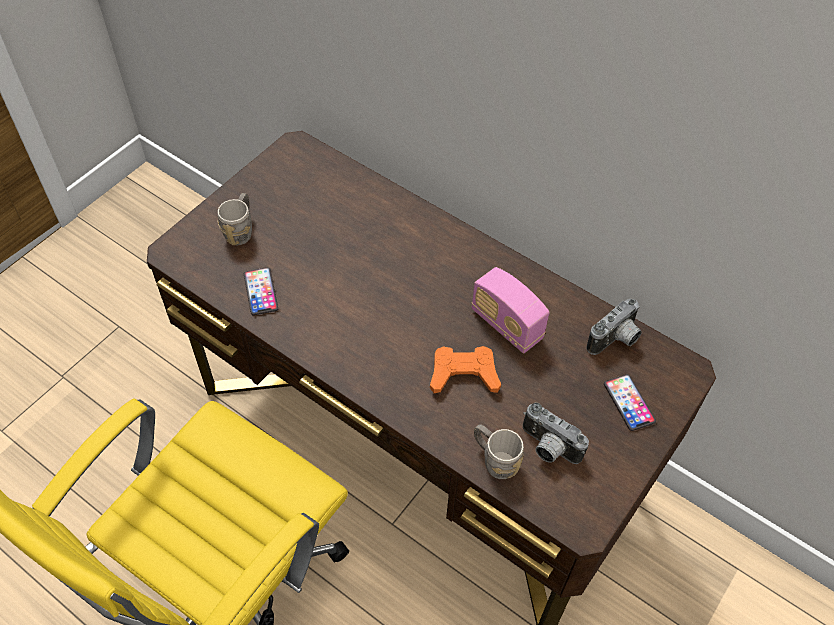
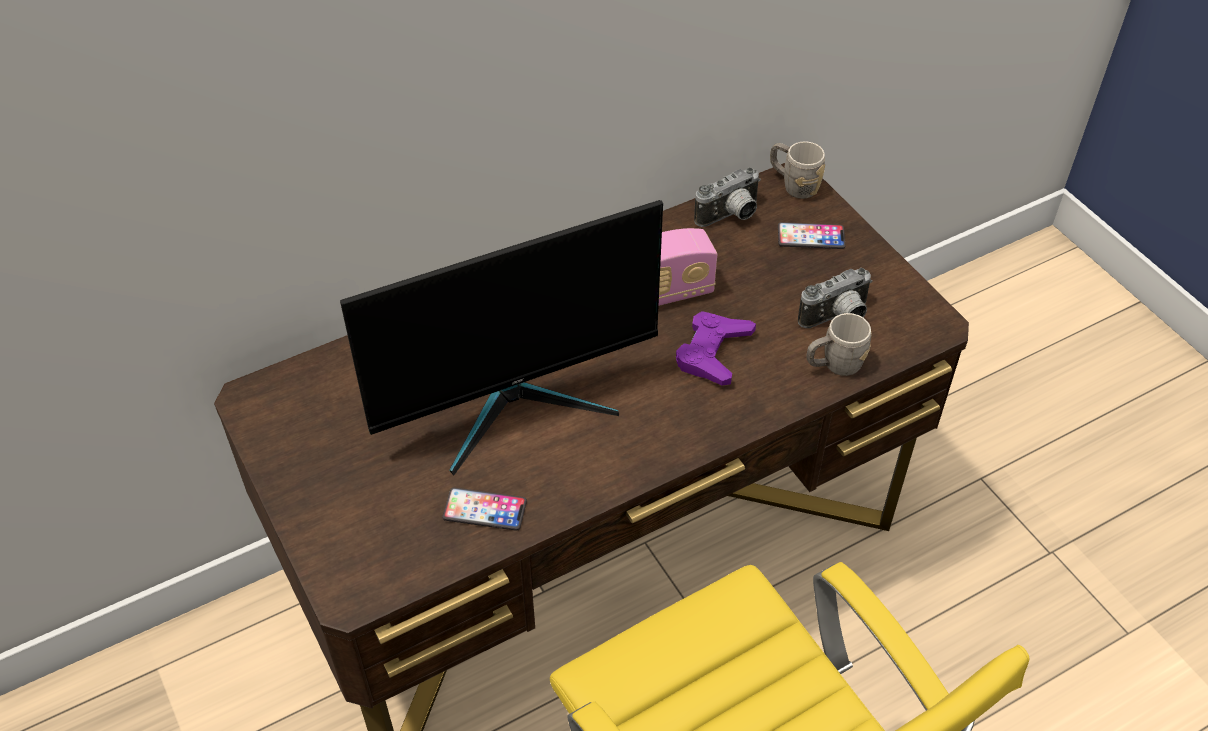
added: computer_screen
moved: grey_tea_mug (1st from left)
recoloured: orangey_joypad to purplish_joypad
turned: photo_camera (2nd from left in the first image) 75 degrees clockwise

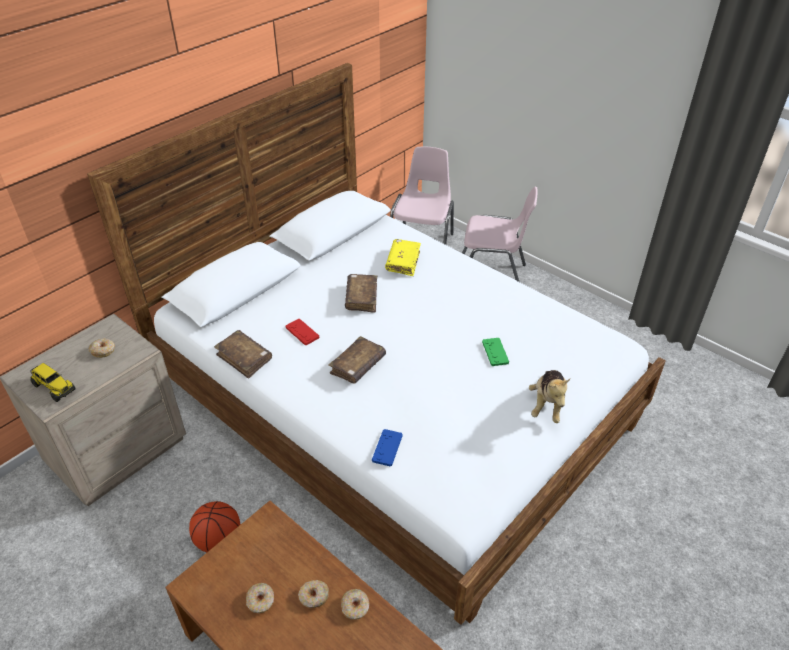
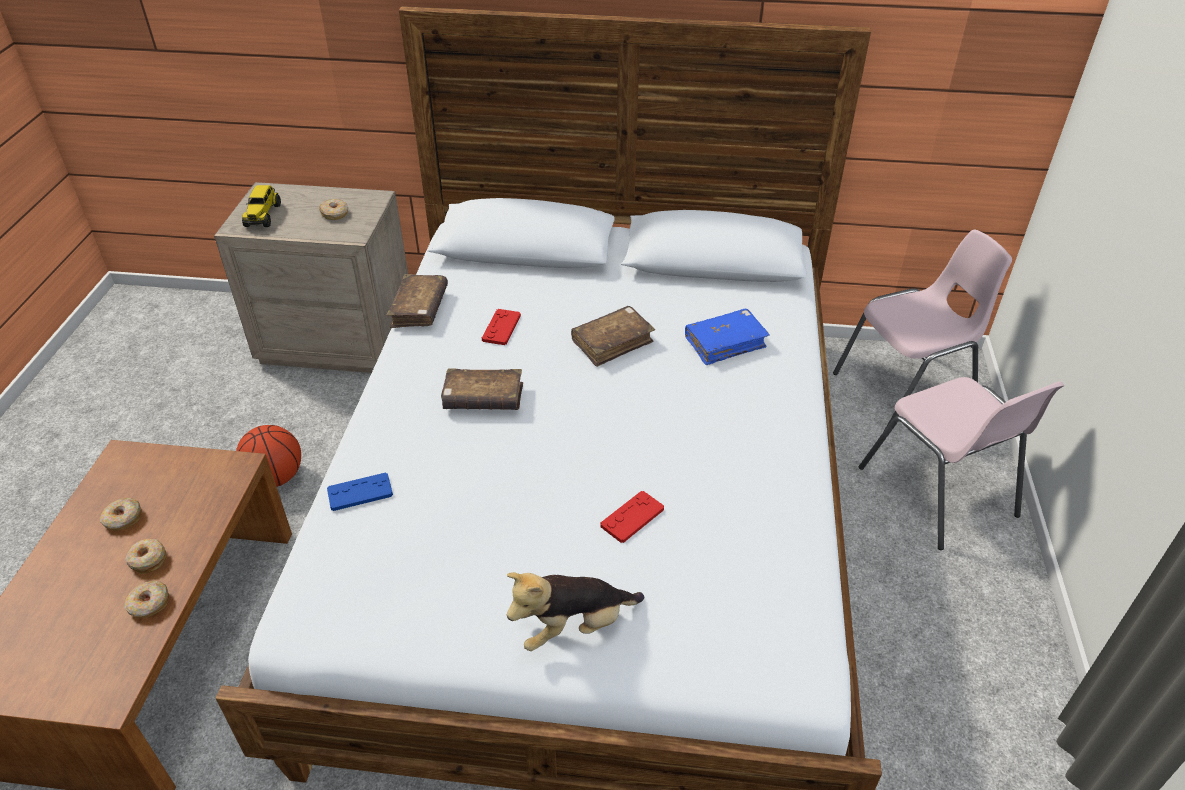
recoloured: yellow-coloured_volume to bluish_volume; green-coloured_joypad to red_joypad (2nd from left)

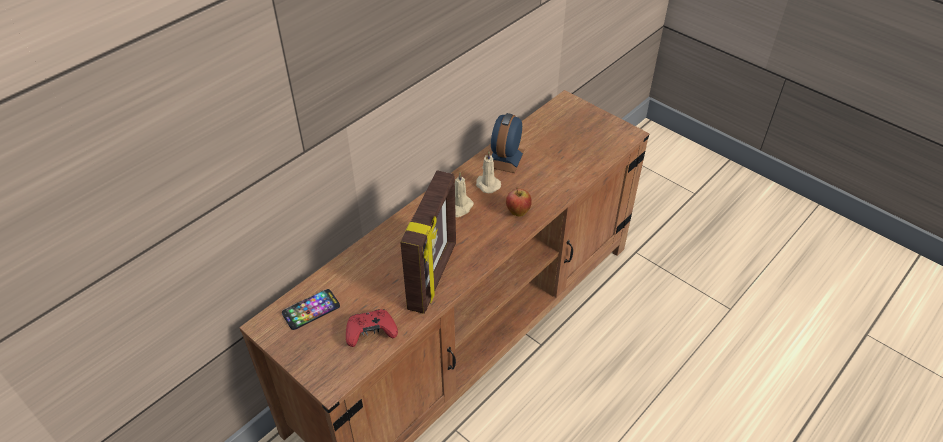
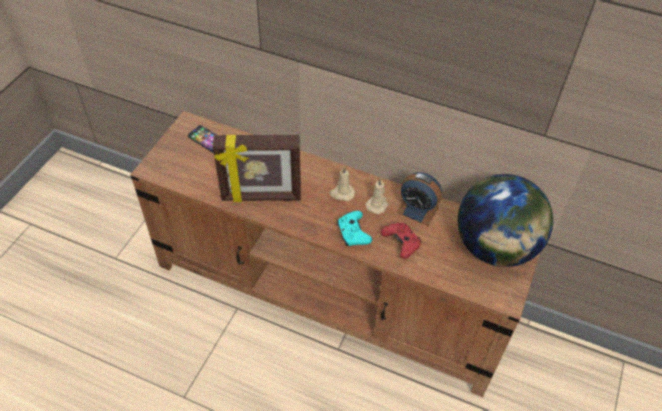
added: desk_globe
moved: red_joypad
replaced: apple_fruit to blue-green_joypad
turned: bedside_clock 150 degrees counterclockwise

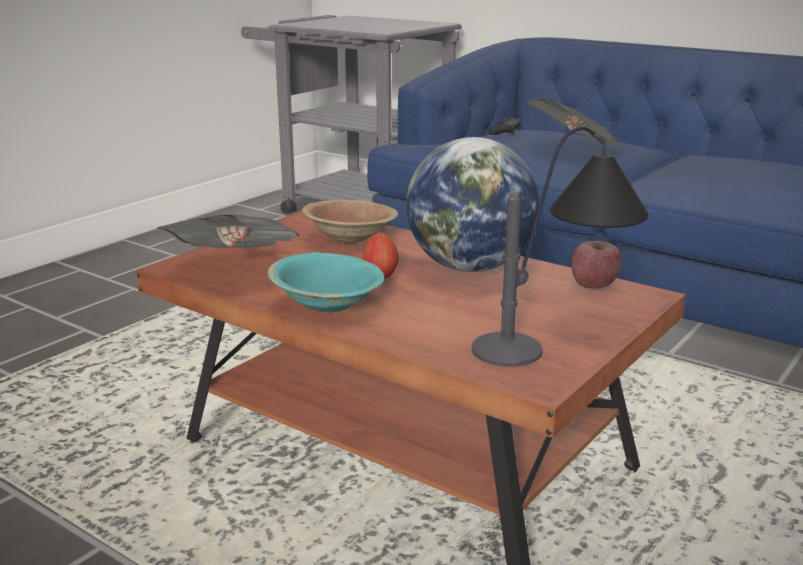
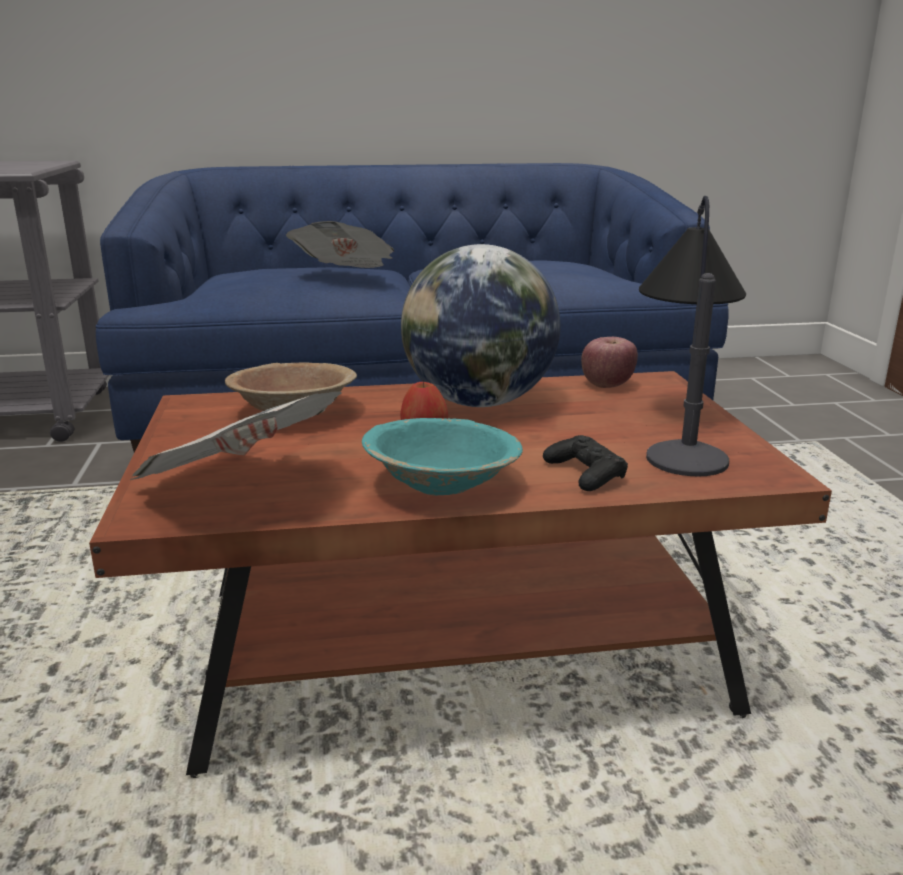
moved: black_joypad

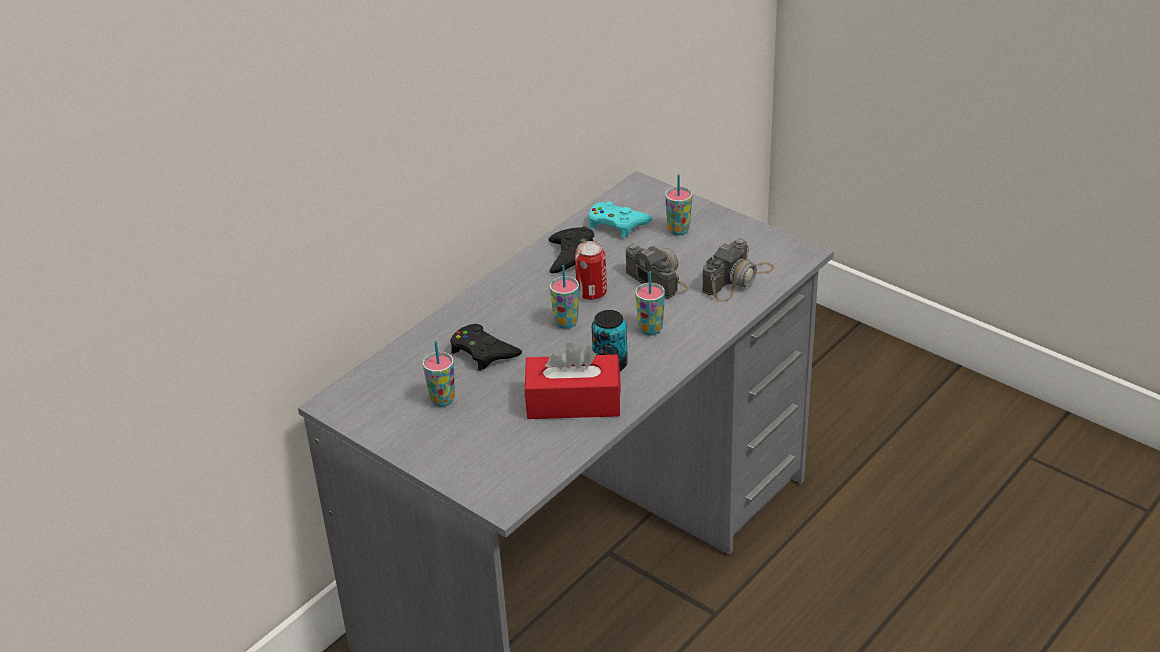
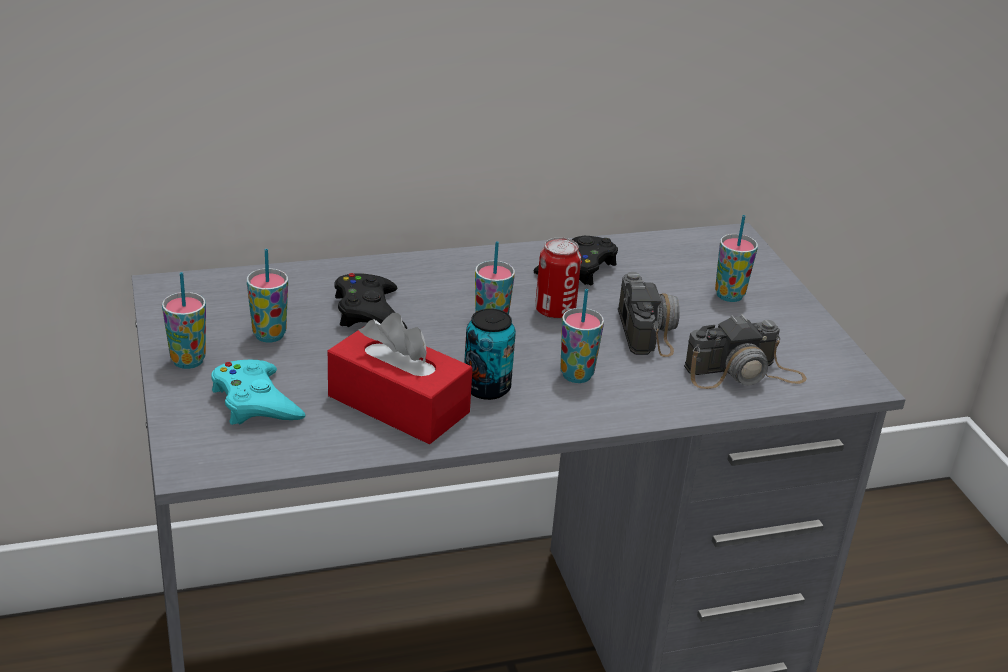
added: cup (1st from left)
moved: blue-green_joypad

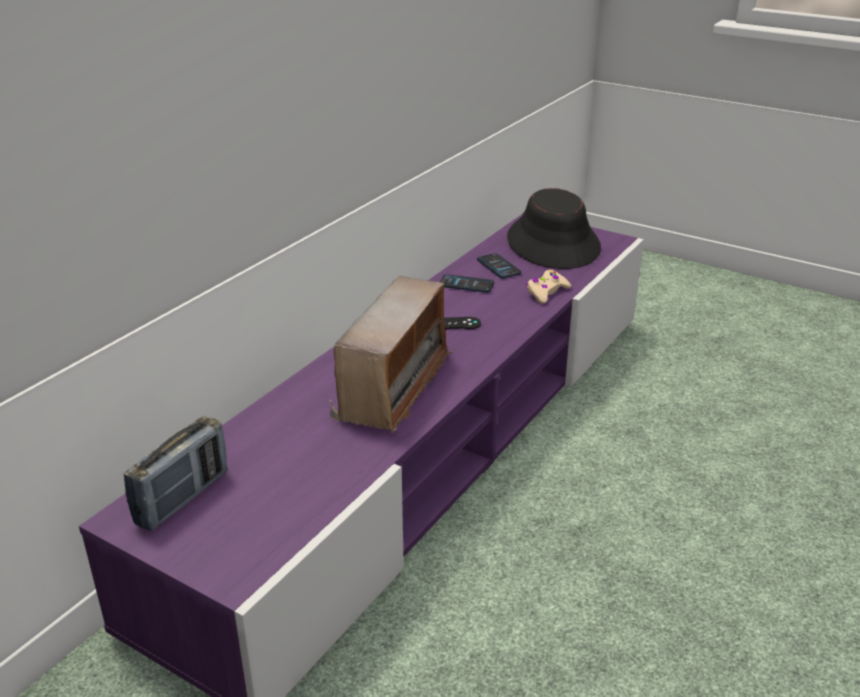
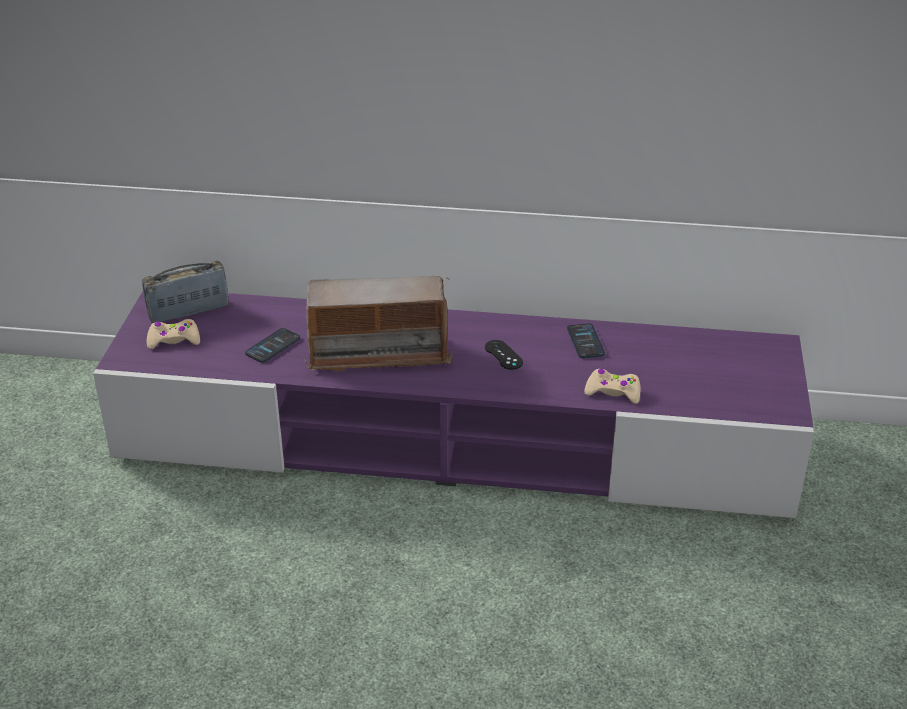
removed: black_clothing_hat
added: beige-coloured_joypad (1st from left)
moved: phone (2nd from left in the first image) to phone (1st from left)
turned: radio_set (1st from left) 150 degrees clockwise

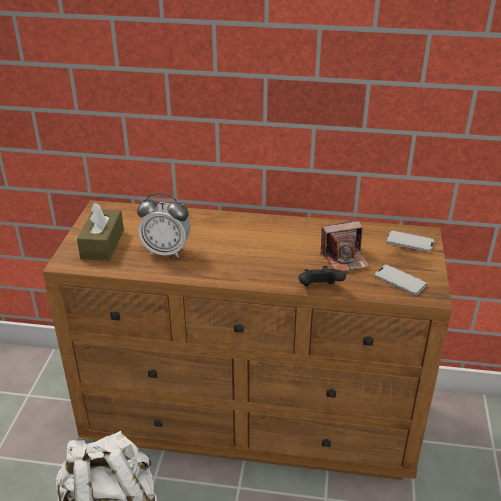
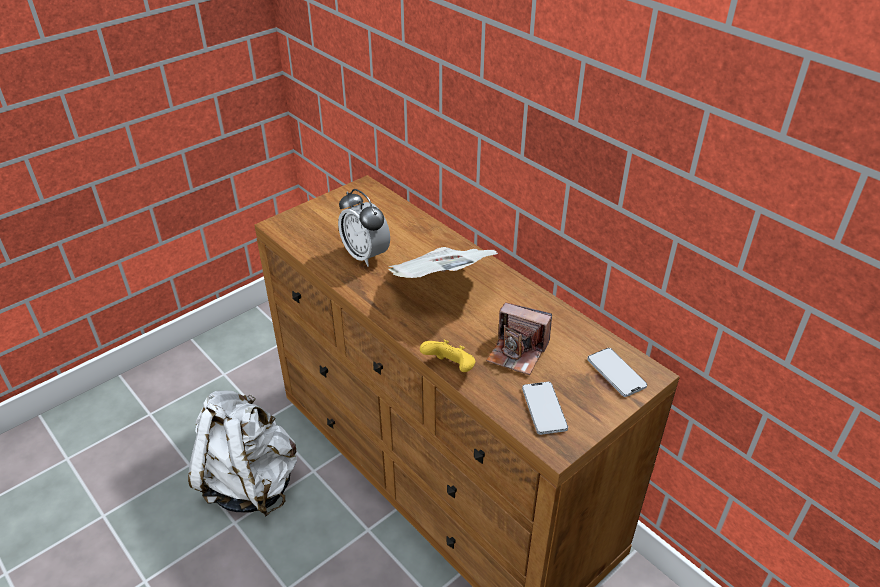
removed: brown-coloured_tissue_box
added: daily_paper
recoloured: black_joypad to yellow-coloured_joypad

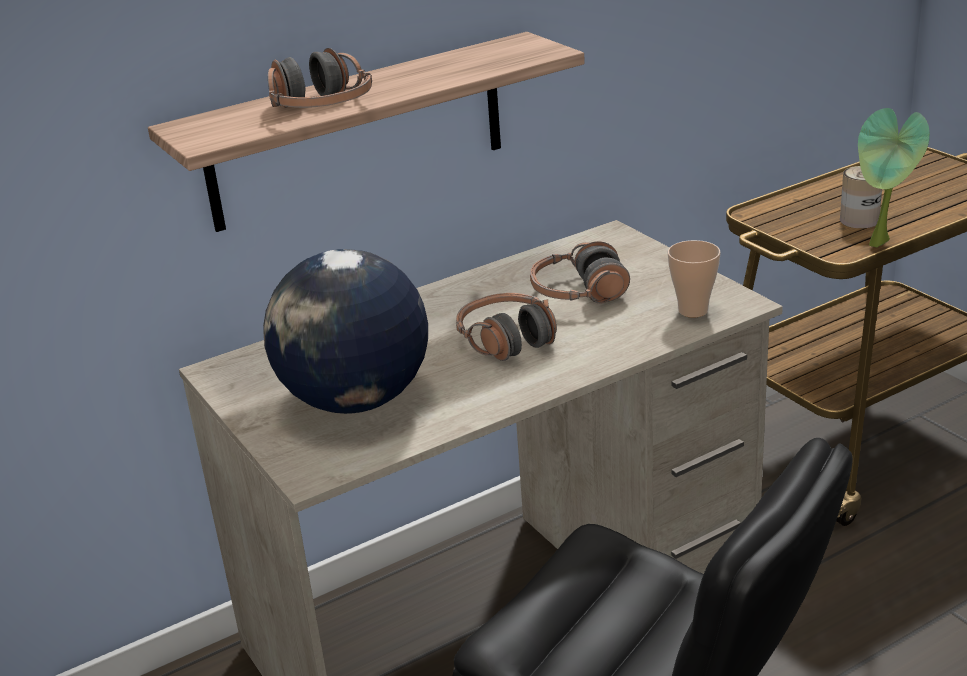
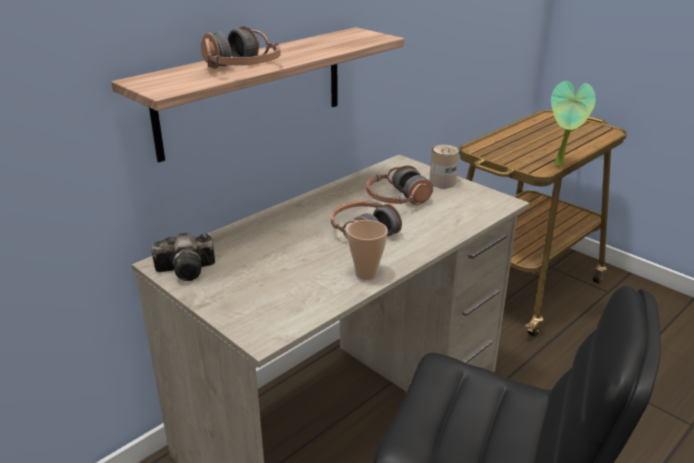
removed: desk_globe
added: photo_camera
moved: metal_can; cup

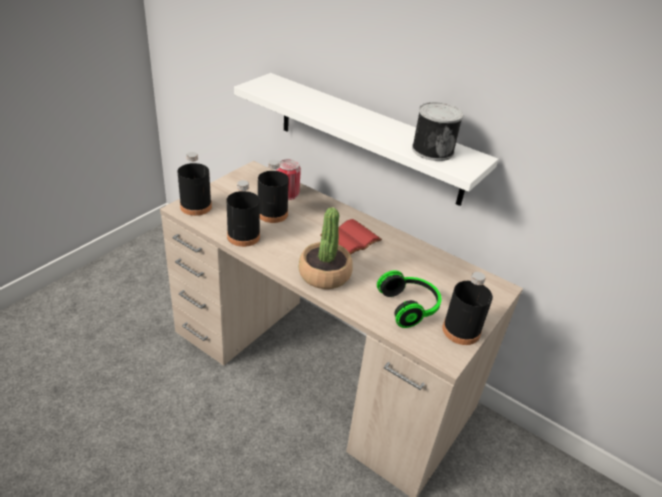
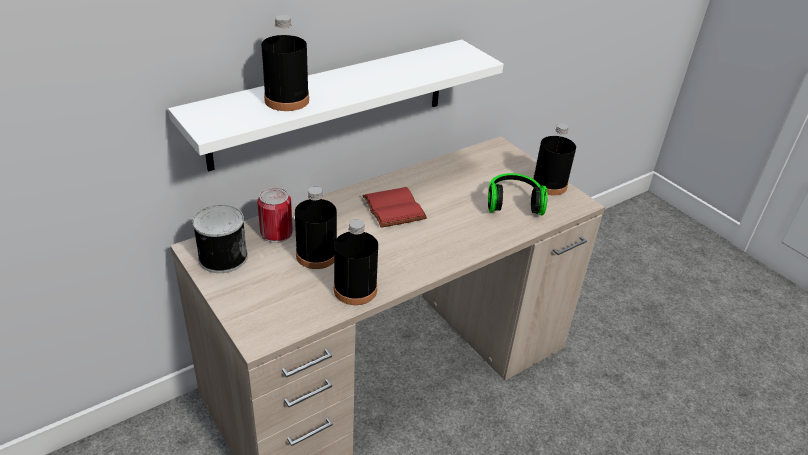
removed: potted_plant
moved: metal_can (2nd from left in the first image) to metal_can (1st from left); black_bottle (1st from left)

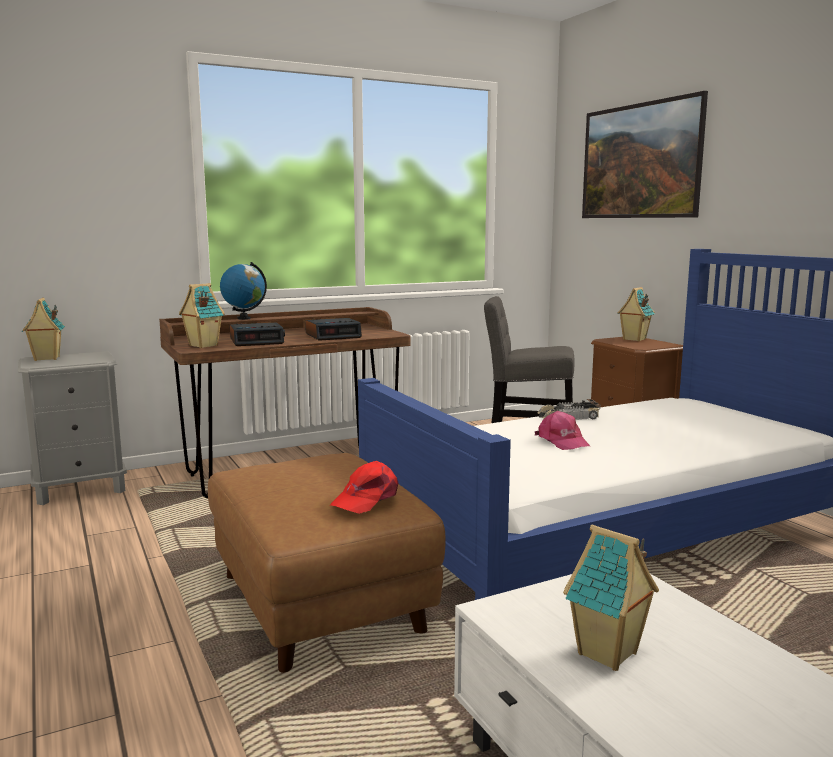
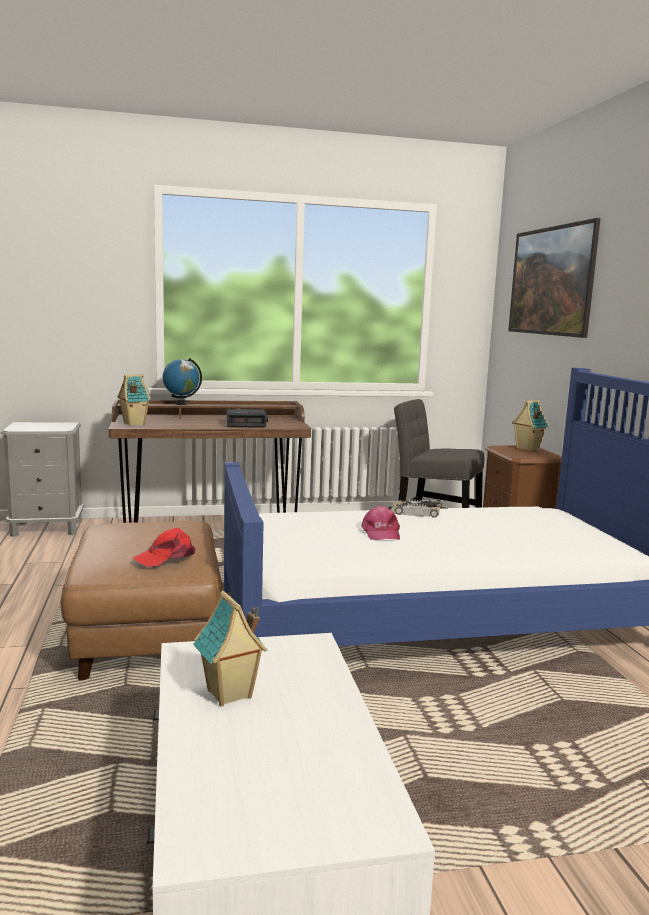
removed: toy_house (1st from left); bedside_clock (1st from left)

